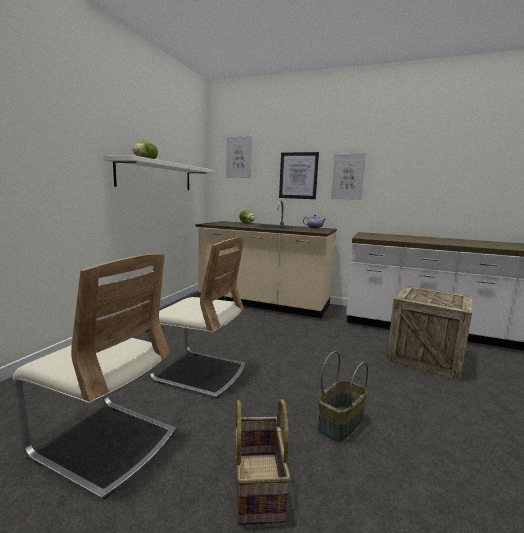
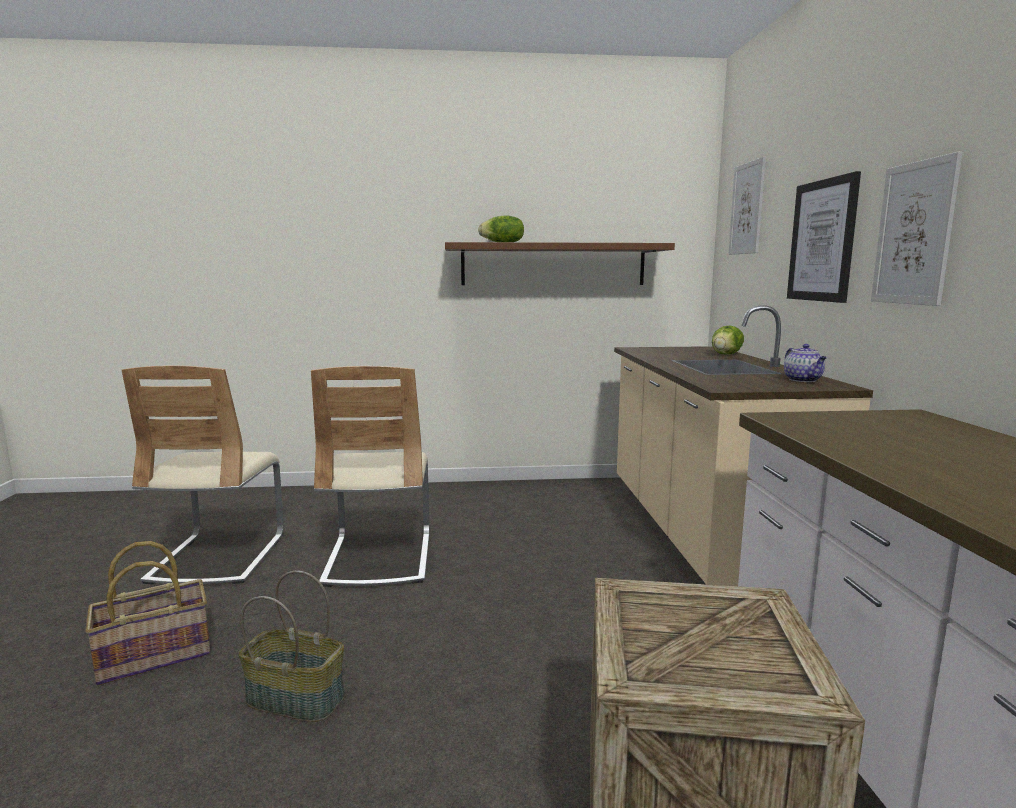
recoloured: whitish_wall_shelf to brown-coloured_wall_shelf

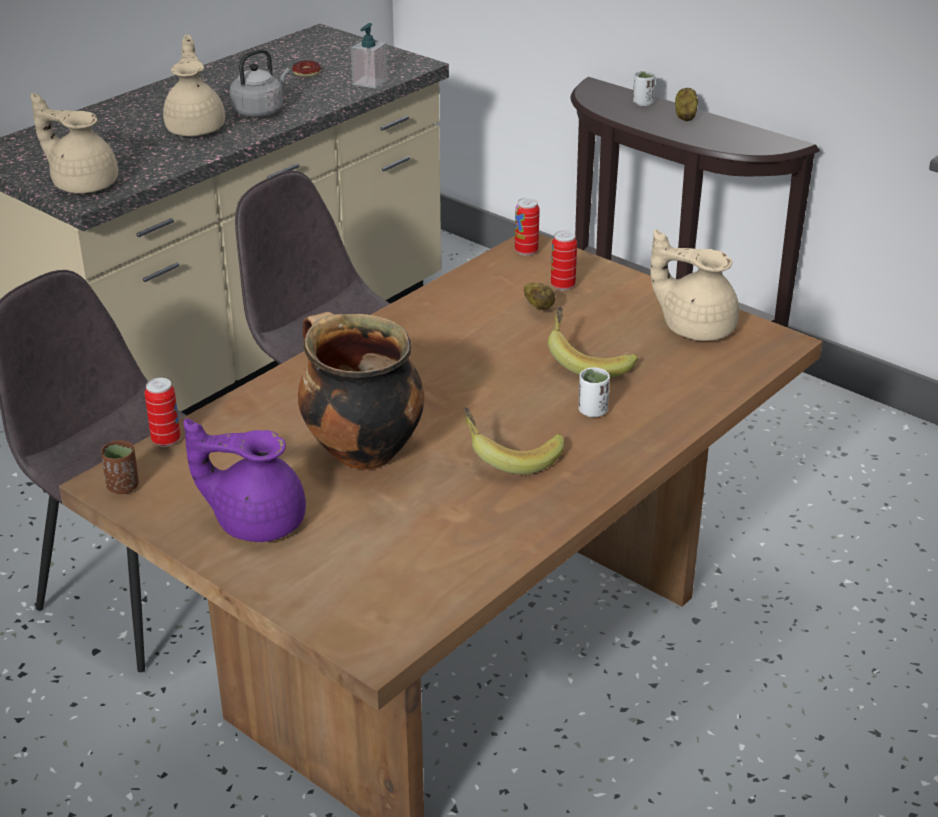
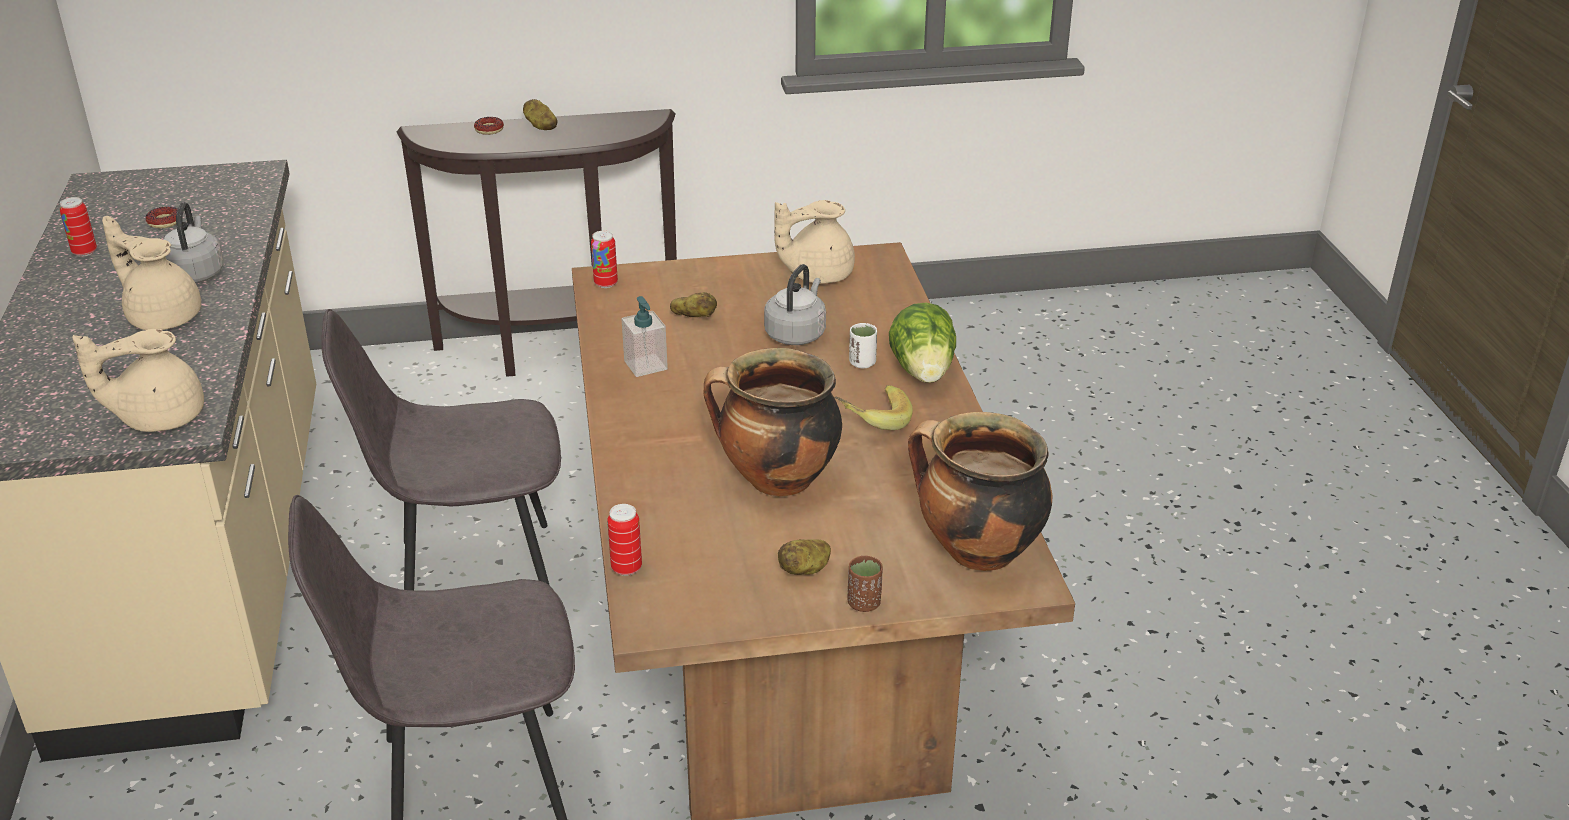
added: lettuce; cooking_pot (2nd from left)
moved: soap_dispenser; metal_can (3rd from left in the first image) to metal_can (1st from left); brown-coloured_cup
replaced: whitish_cup (2nd from left) to ring_doughnut (2nd from left); whole_banana (2nd from left) to grey_tea_kettle (2nd from left); purplish_tea_pot to whole_potato (3rd from left)

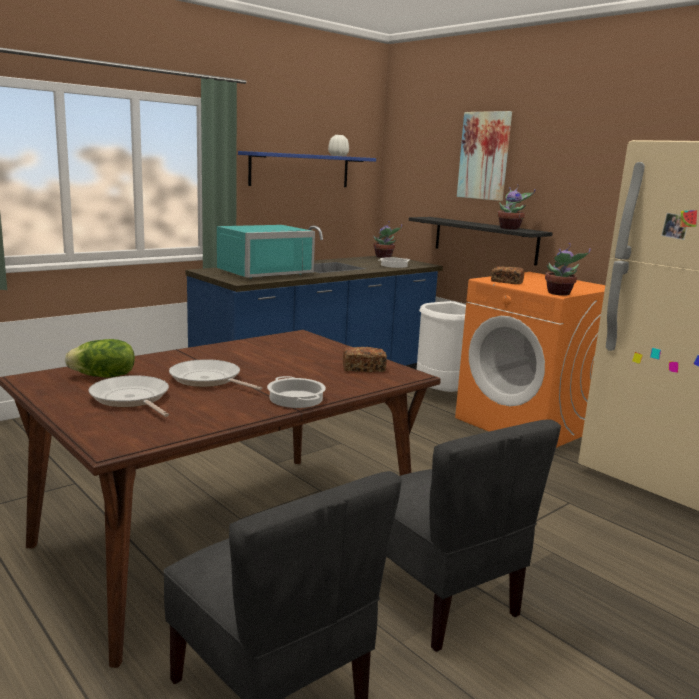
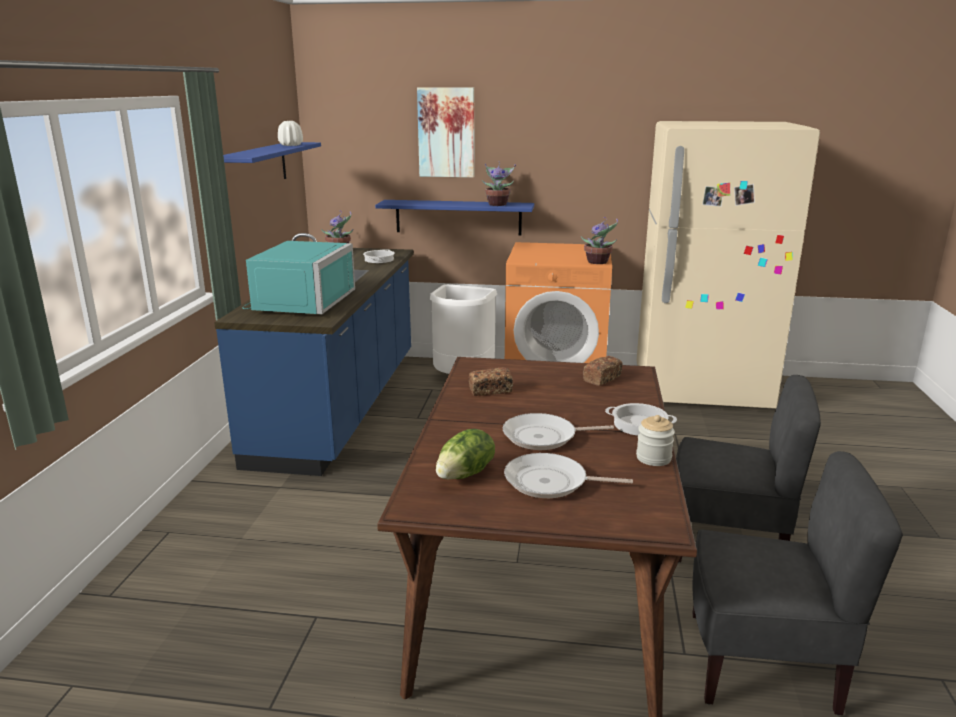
added: jar
moved: bakery_bread (2nd from left in the first image) to bakery_bread (1st from left)
recoloured: black_wall_shelf to bluish_wall_shelf (2nd from left)

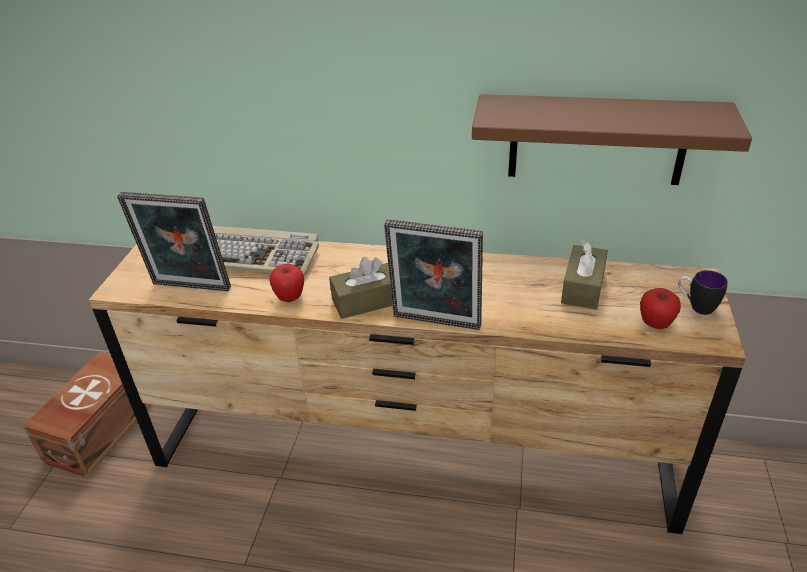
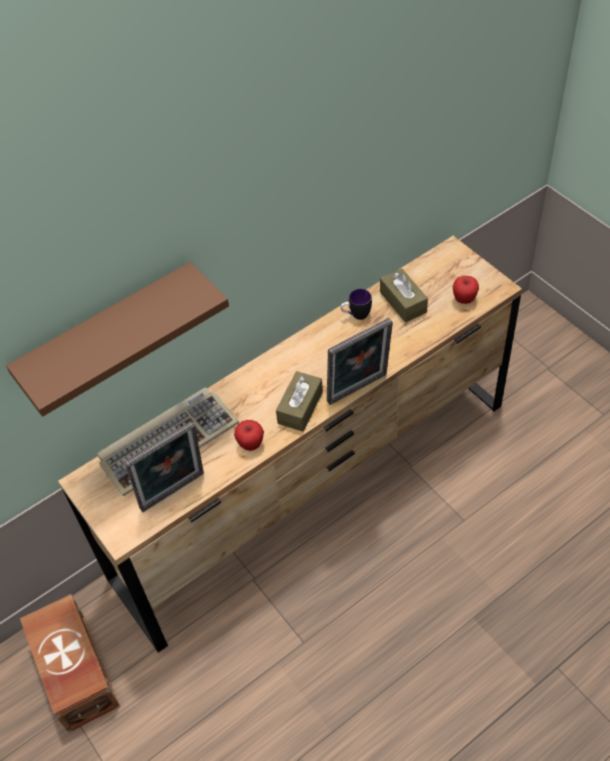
moved: brown-coloured_wall_shelf; tea_mug

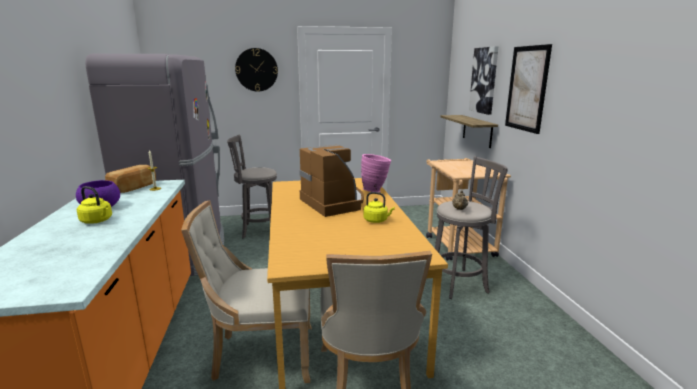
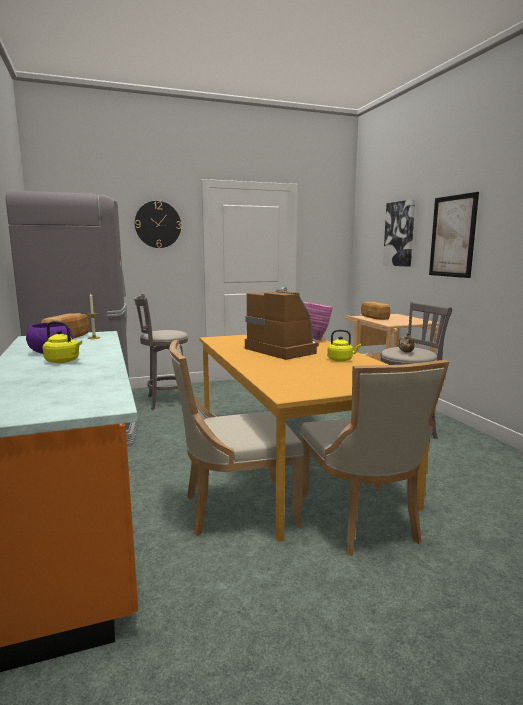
removed: wall_shelf
added: bakery_bread (2nd from left)

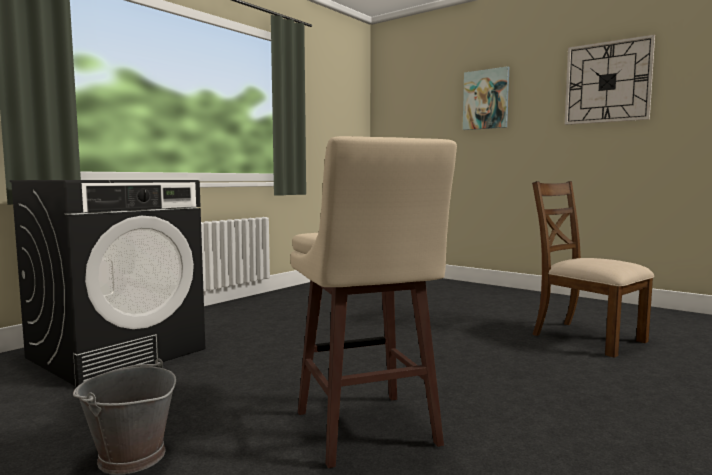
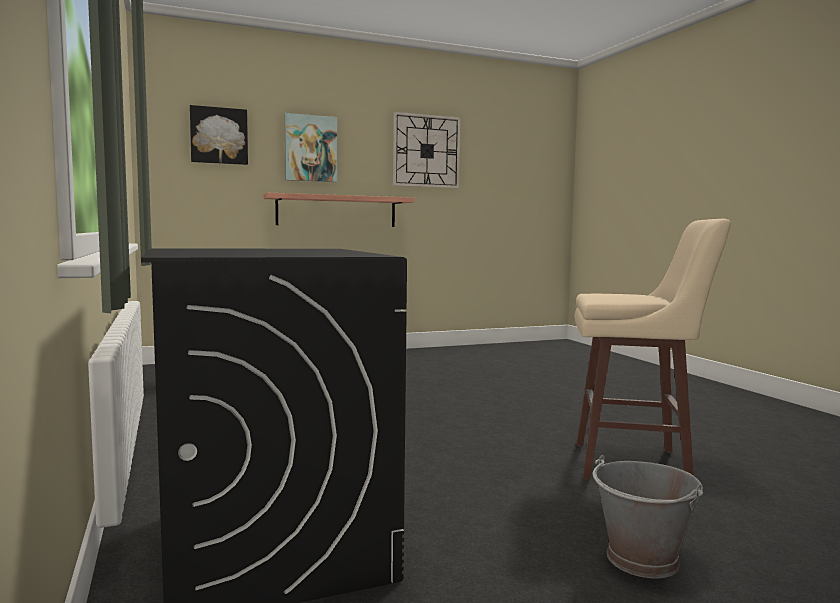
removed: brown-coloured_chair
added: wall_art (1st from left); wall_shelf

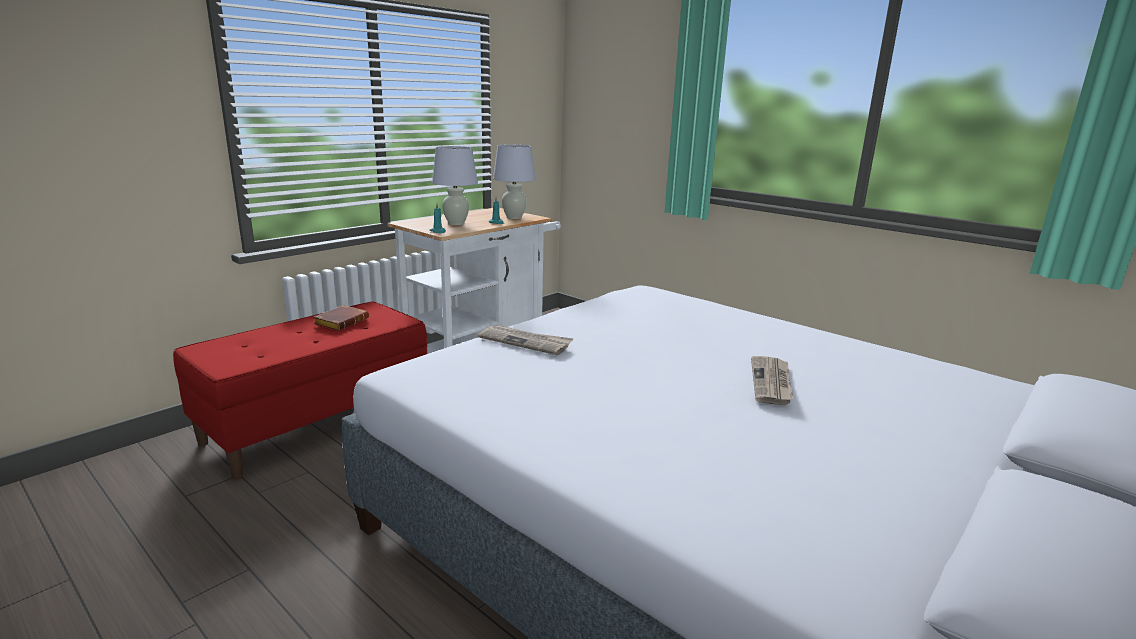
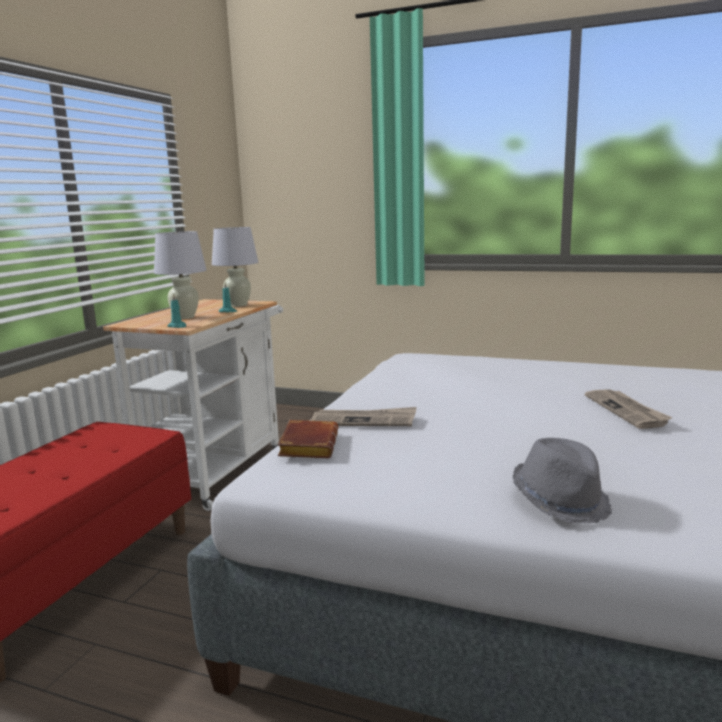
added: grey_clothing_hat
moved: brown-coloured_volume

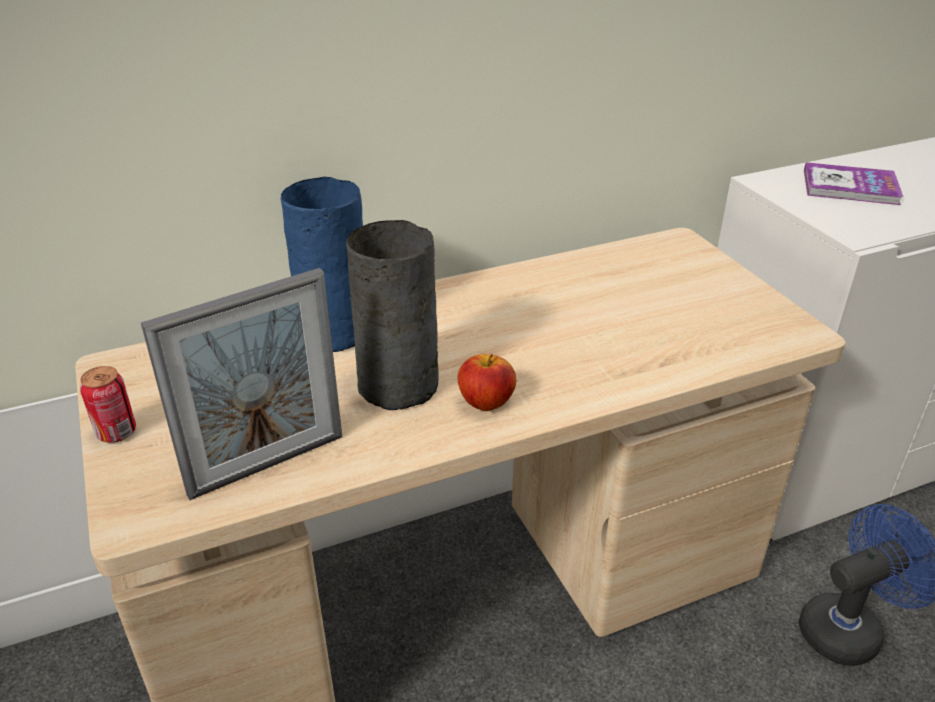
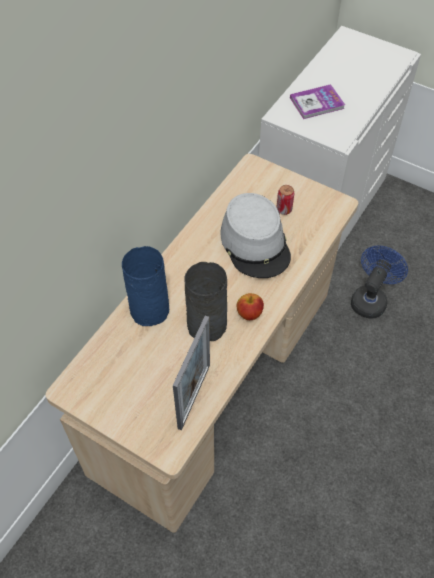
added: grey_clothing_hat
moved: metal_can

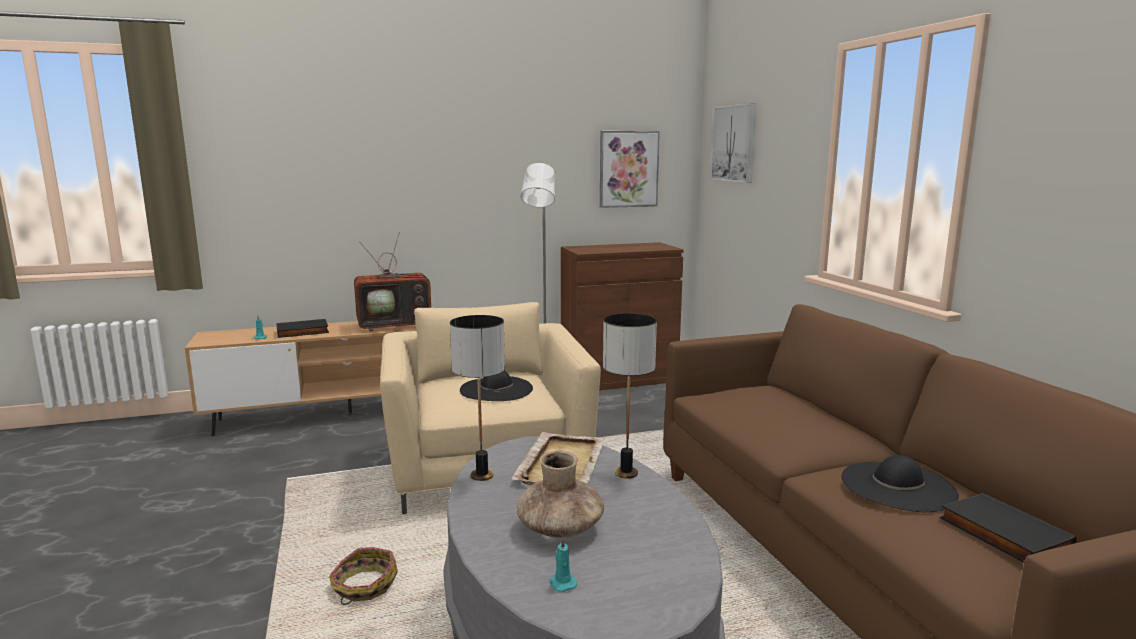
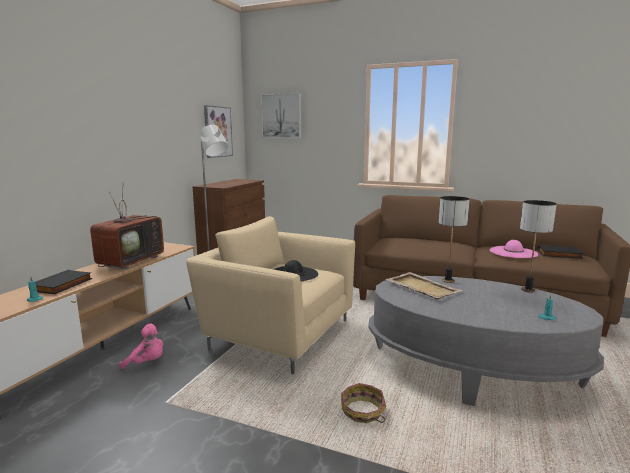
removed: brown-coloured_flower_vase
added: pink_soft_toy
moved: tabletop_lamp (1st from left in the first image) to tabletop_lamp (2nd from left)
recoloured: black_clothing_hat (2nd from left) to pink_clothing_hat

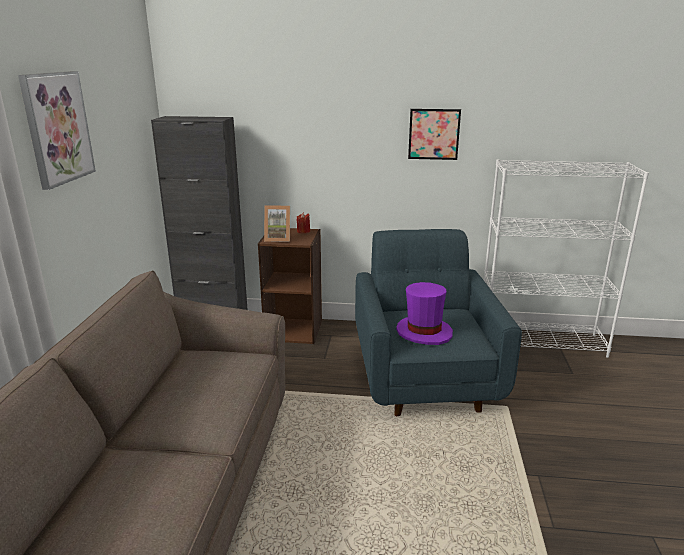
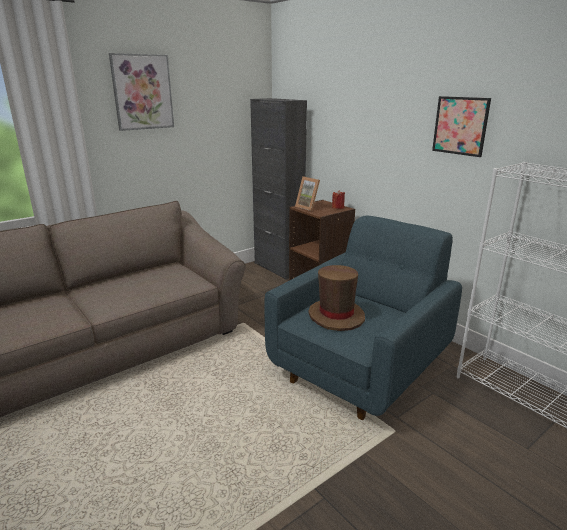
recoloured: purplish_clothing_hat to brown-coloured_clothing_hat

